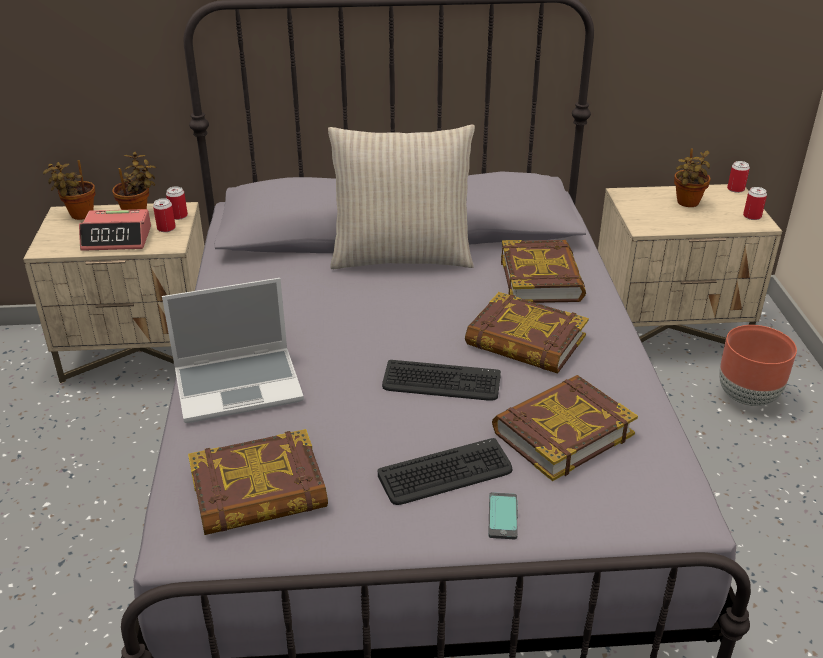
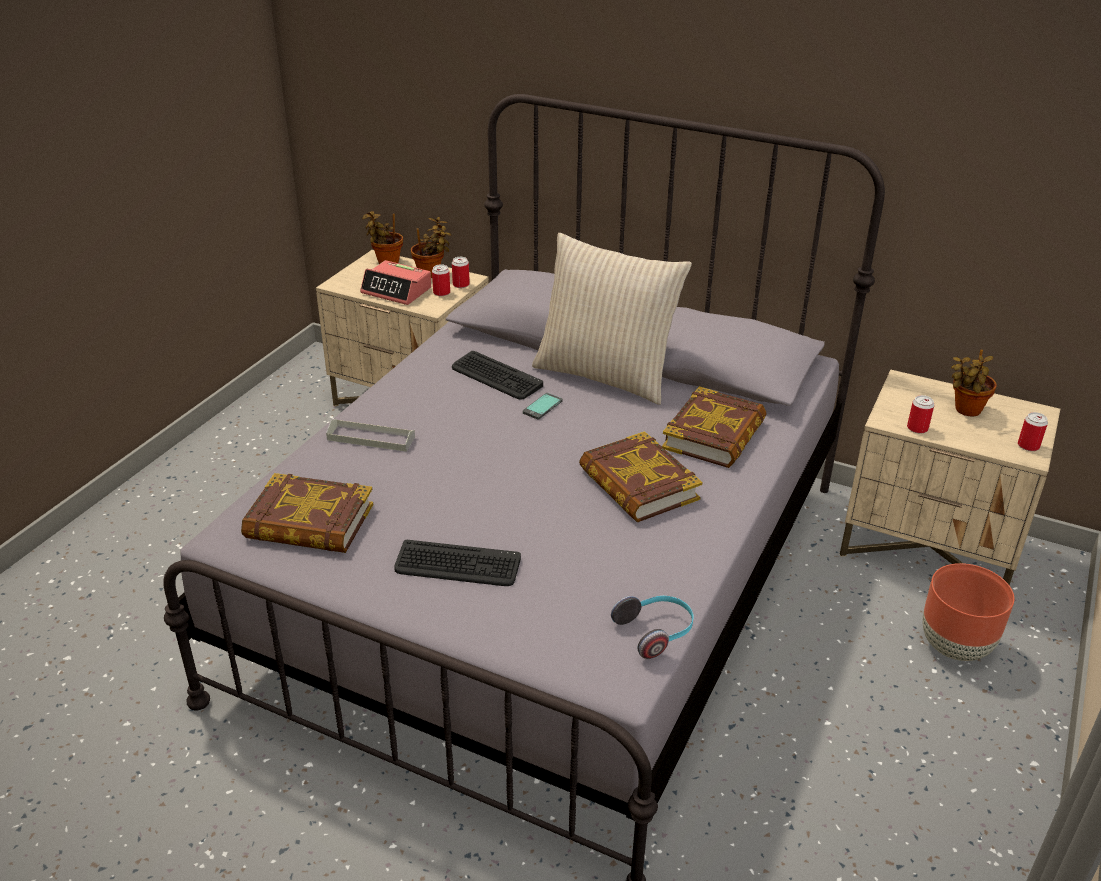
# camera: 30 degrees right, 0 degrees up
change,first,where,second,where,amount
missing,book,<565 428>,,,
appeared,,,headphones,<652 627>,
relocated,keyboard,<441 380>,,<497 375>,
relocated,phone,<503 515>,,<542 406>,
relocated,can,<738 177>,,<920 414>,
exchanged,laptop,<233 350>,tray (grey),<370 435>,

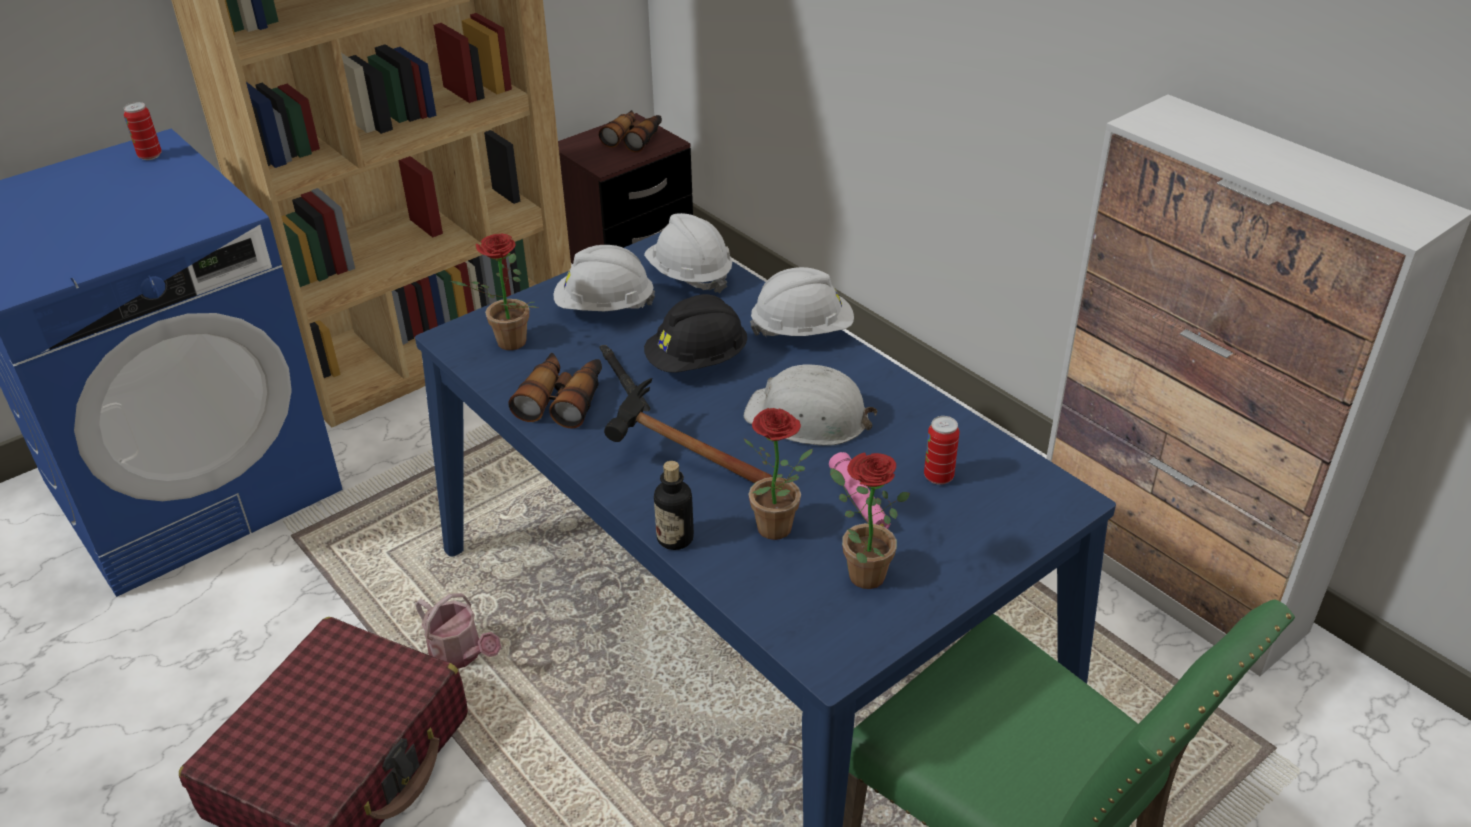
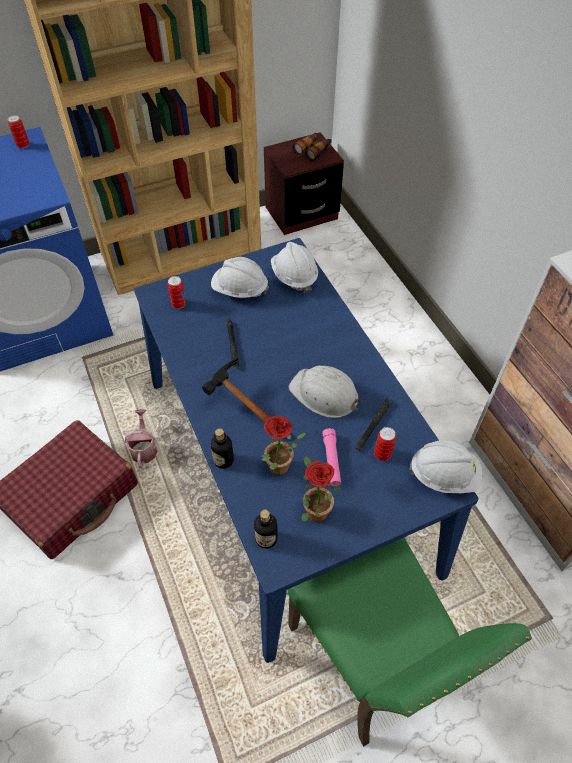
# camera: 15 degrees right, 15 degrees up
change,first,where,second,where,amount
missing,binoculars,<555 390>,,,
missing,hard hat (black),<695 333>,,,
appeared,,,bottle,<266 529>,
appeared,,,flashlight (black),<373 424>,
relocated,hard hat (white),<802 302>,,<446 466>,
exchanged,potted plant,<494 292>,can,<176 292>,
spun,watering can,<458 631>,,<140 438>,150 degrees counterclockwise

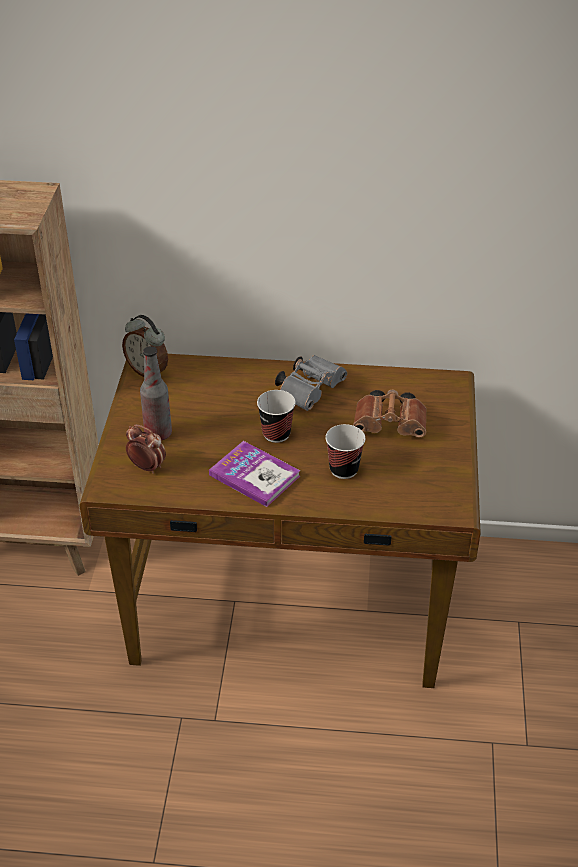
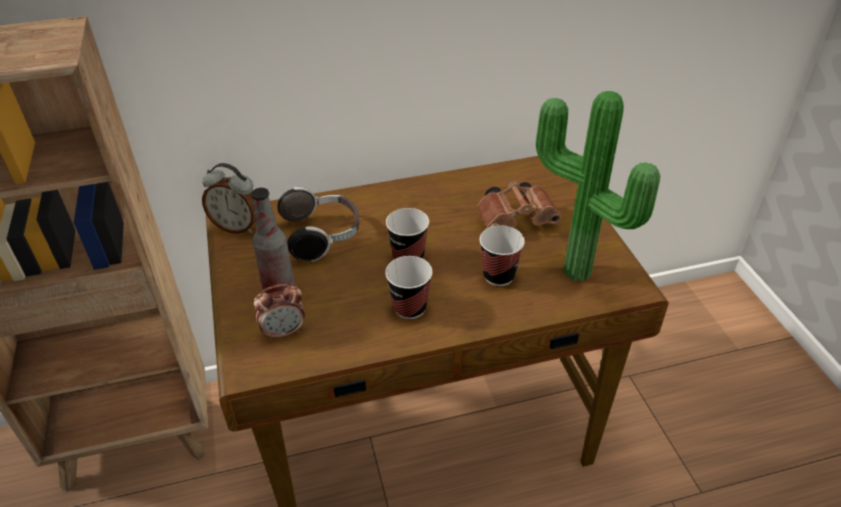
# camera: 20 degrees left, 0 degrees up
change,first,where,second,where,amount
missing,binoculars (grey),<311 383>,,,
appeared,,,headphones,<318 224>,
appeared,,,potted plant,<598 186>,
exchanged,book,<254 474>,cup,<408 287>,
spun,alarm clock,<146 449>,,<279 312>,150 degrees clockwise

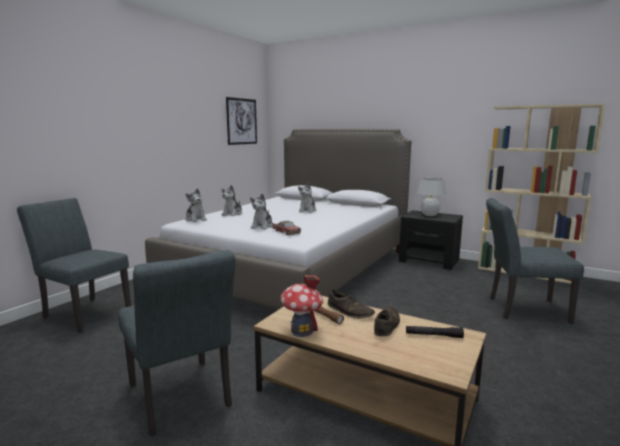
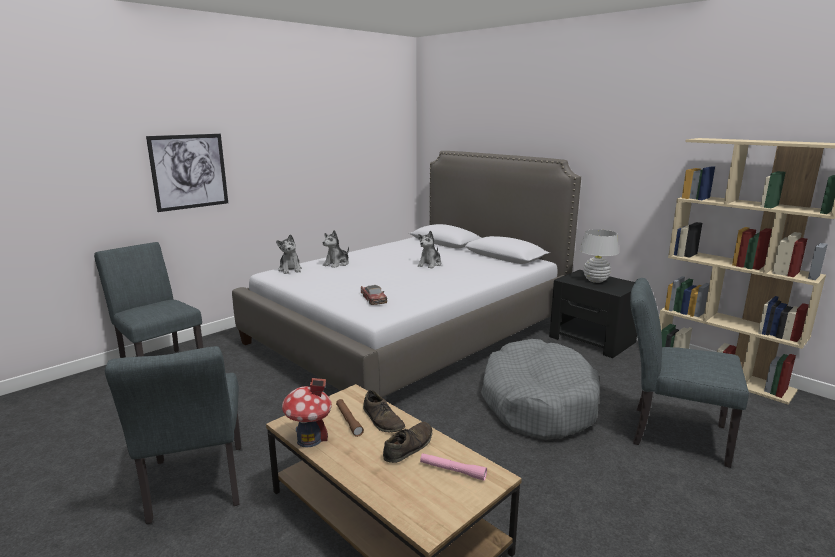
# camera: 15 degrees right, 5 degrees up
change,first,where,second,where,amount
missing,plush toy,<261 211>,,,
appeared,,,dog bed (grey),<540 389>,
relocated,picture,<241 121>,,<187 173>,
colour,flashlight (black),<435 332>,flashlight (pink),<453 467>,

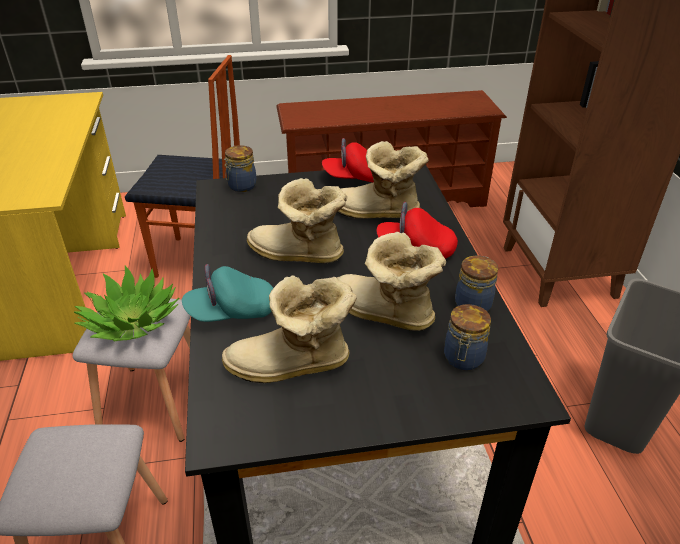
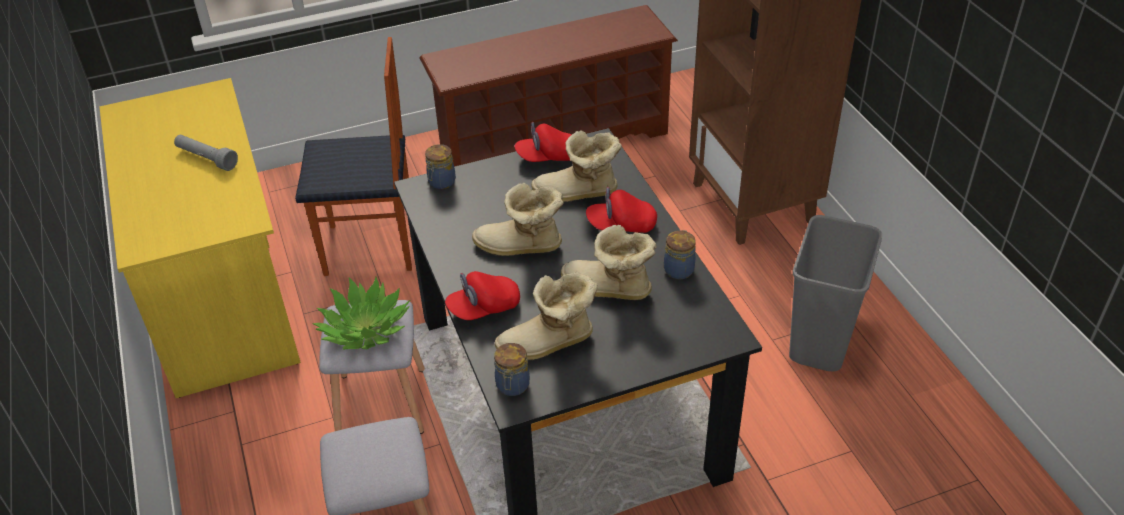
# camera: 10 degrees left, 5 degrees up
change,first,where,second,where,amount
appeared,,,flashlight (grey),<206 153>,
relocated,jar,<467 337>,,<512 369>,
colour,cap (turquoise),<227 293>,cap (red),<482 295>,

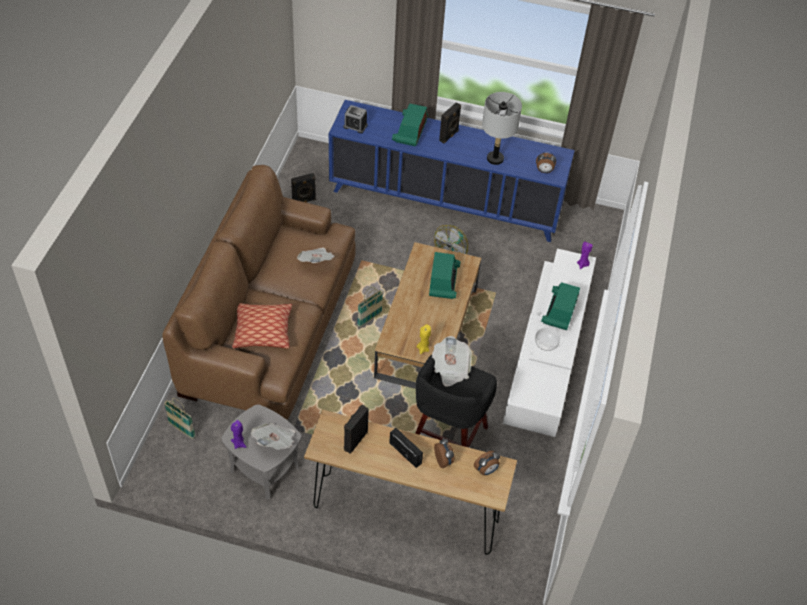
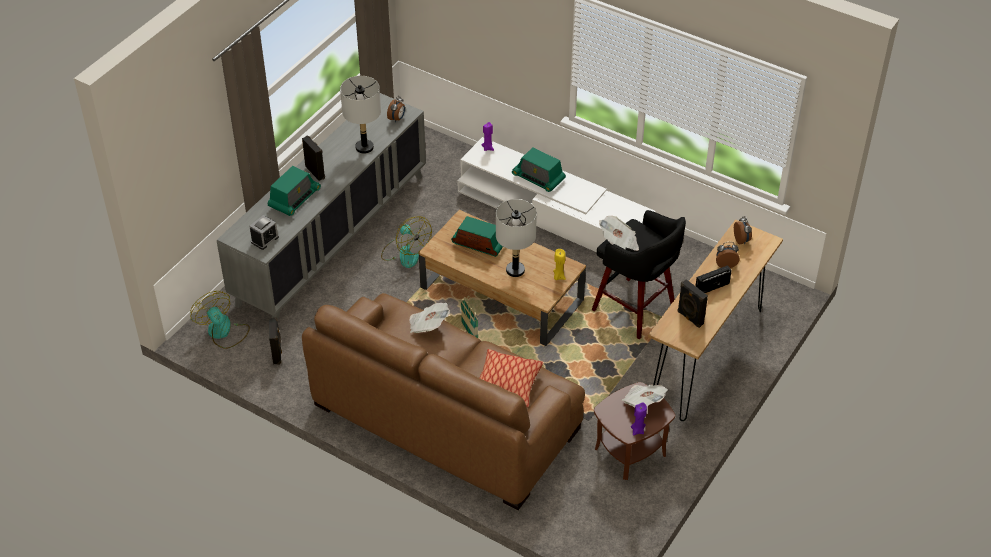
# camera: 70 degrees left, 5 degrees down
change,first,where,second,where,amount
missing,basket,<180 418>,,,
missing,bowl,<547 339>,,,
appeared,,,fan,<220 320>,
appeared,,,table lamp (grey),<516 238>,
colour,side table (grey),<261 451>,side table (brown),<634 431>,
colour,cabinet (blue),<452 171>,cabinet (grey),<321 206>,
spun,radio,<410 124>,,<294 191>,90 degrees counterclockwise

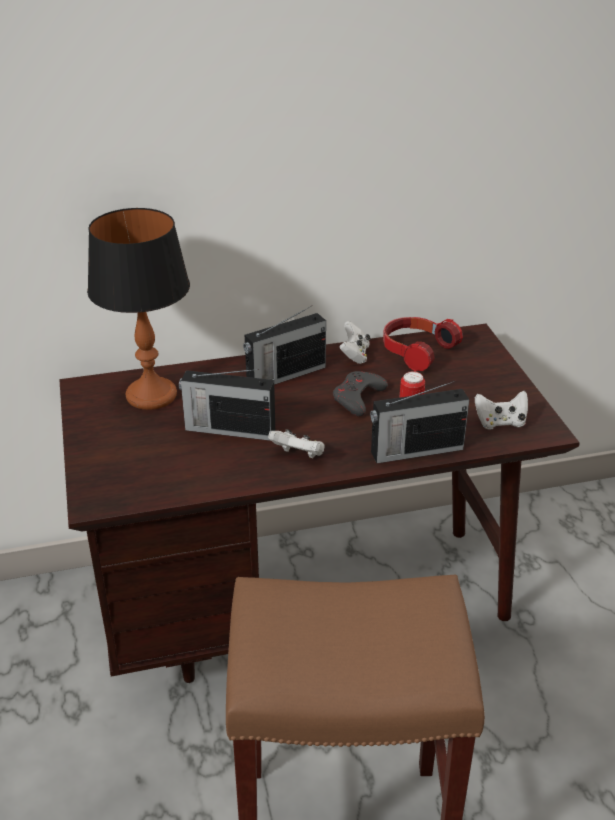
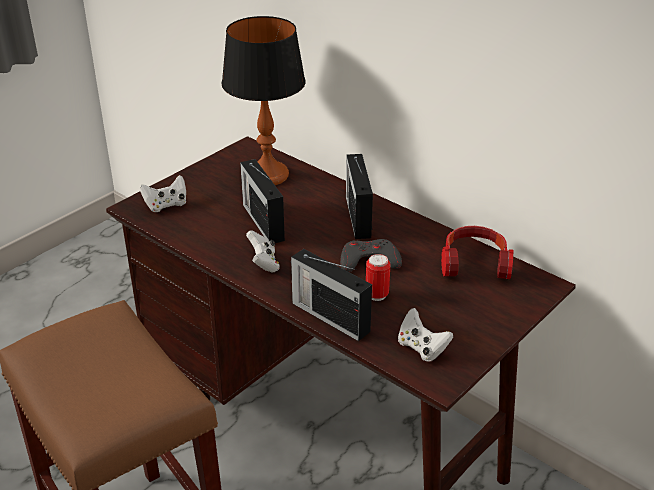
# camera: 55 degrees right, 0 degrees up
change,first,where,second,where,amount
relocated,game controller (white),<354 342>,,<163 193>,
spun,radio,<284 345>,,<359 196>,60 degrees clockwise

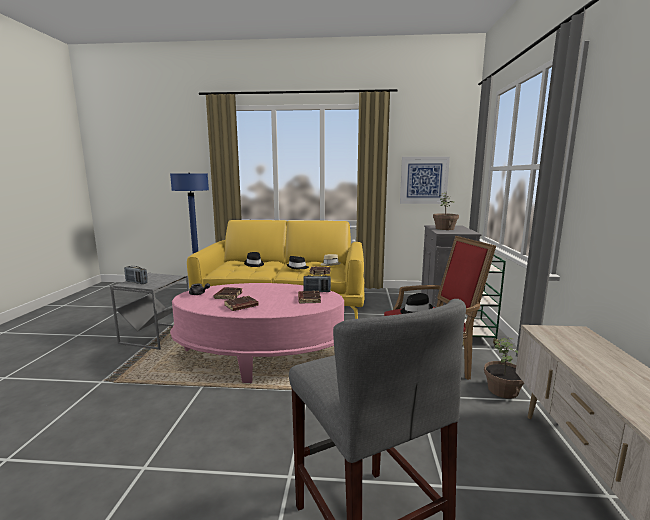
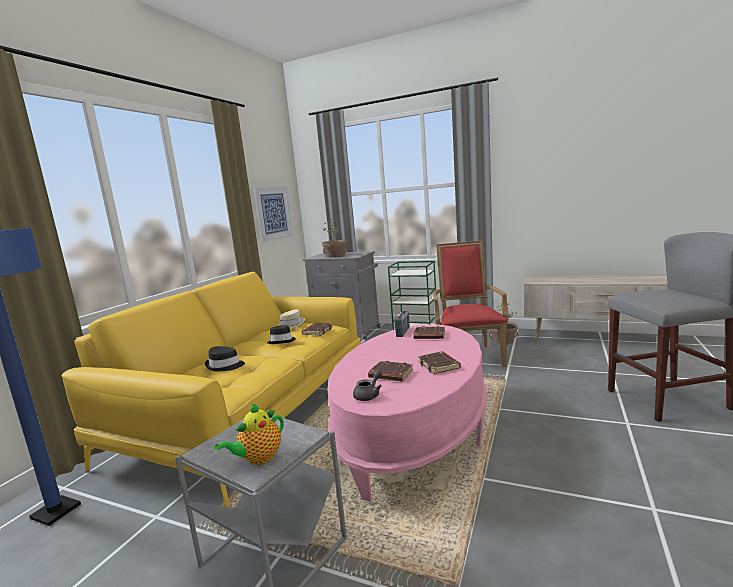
# camera: 70 degrees left, 0 degrees up
change,first,where,second,where,amount
missing,hat (black),<416 303>,,,
exchanged,radio,<136 275>,teapot,<249 434>,

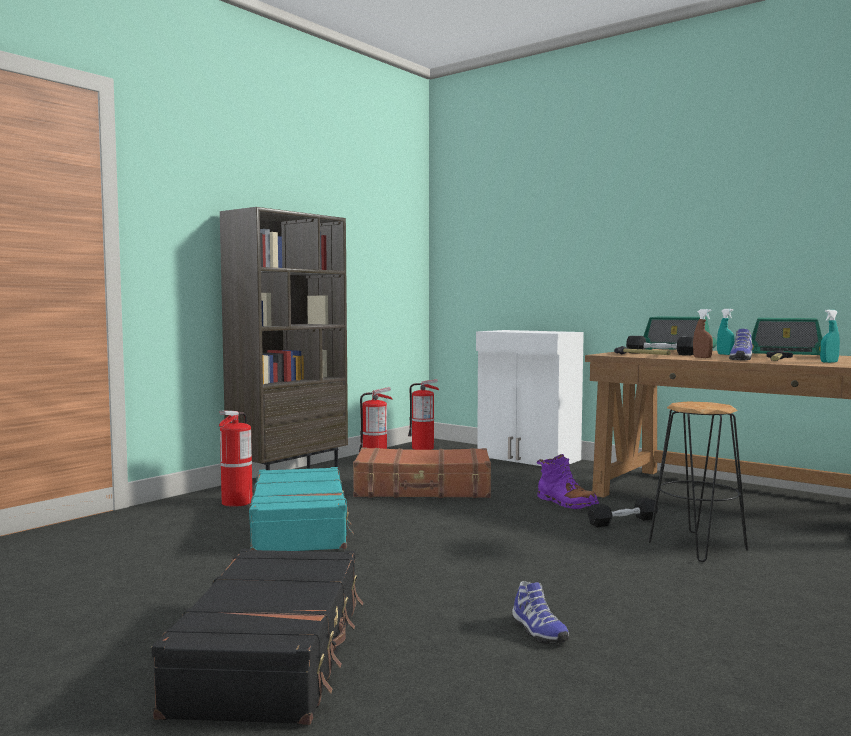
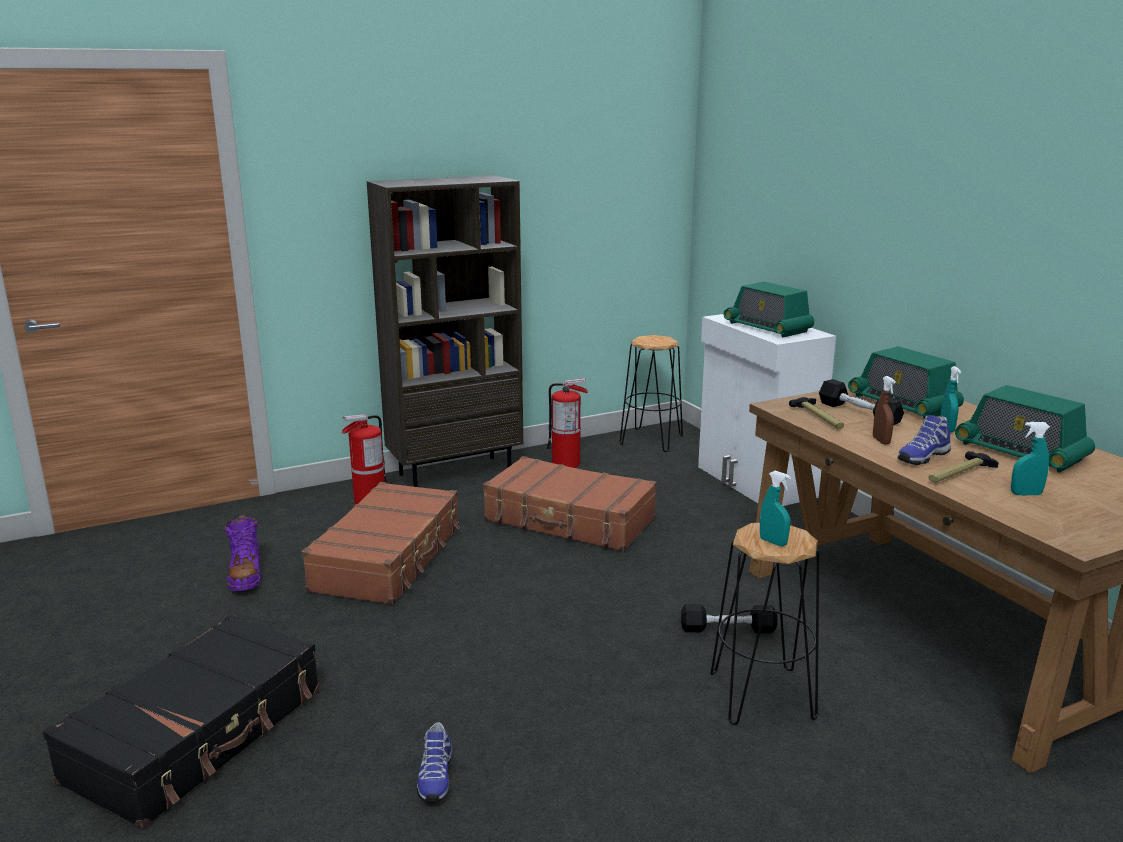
# camera: 25 degrees right, 15 degrees up
change,first,where,second,where,amount
appeared,,,radio,<769 309>,
appeared,,,spray bottle (turquoise),<775 509>,
relocated,boot (purple),<568 481>,,<242 552>,
exchanged,fire extinguisher,<423 414>,stool (black),<651 393>,
colour,suitcase (turquoise),<301 509>,suitcase (brown),<381 543>,

